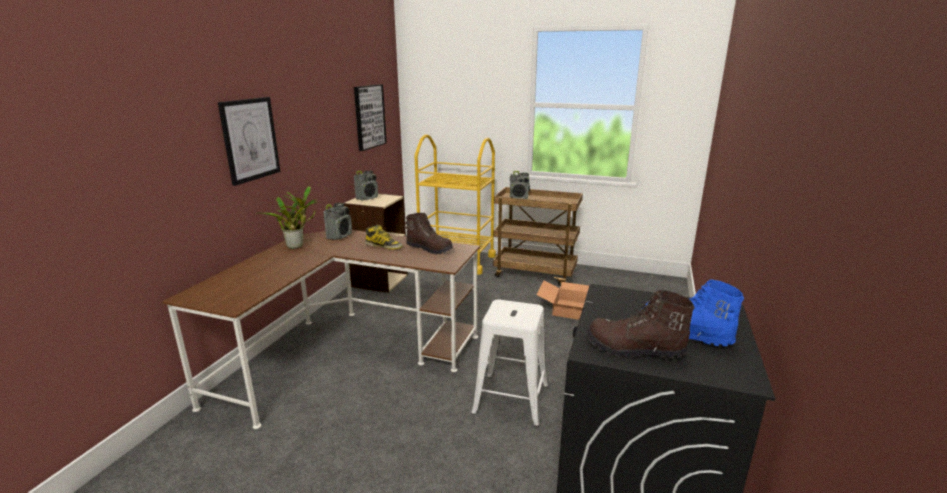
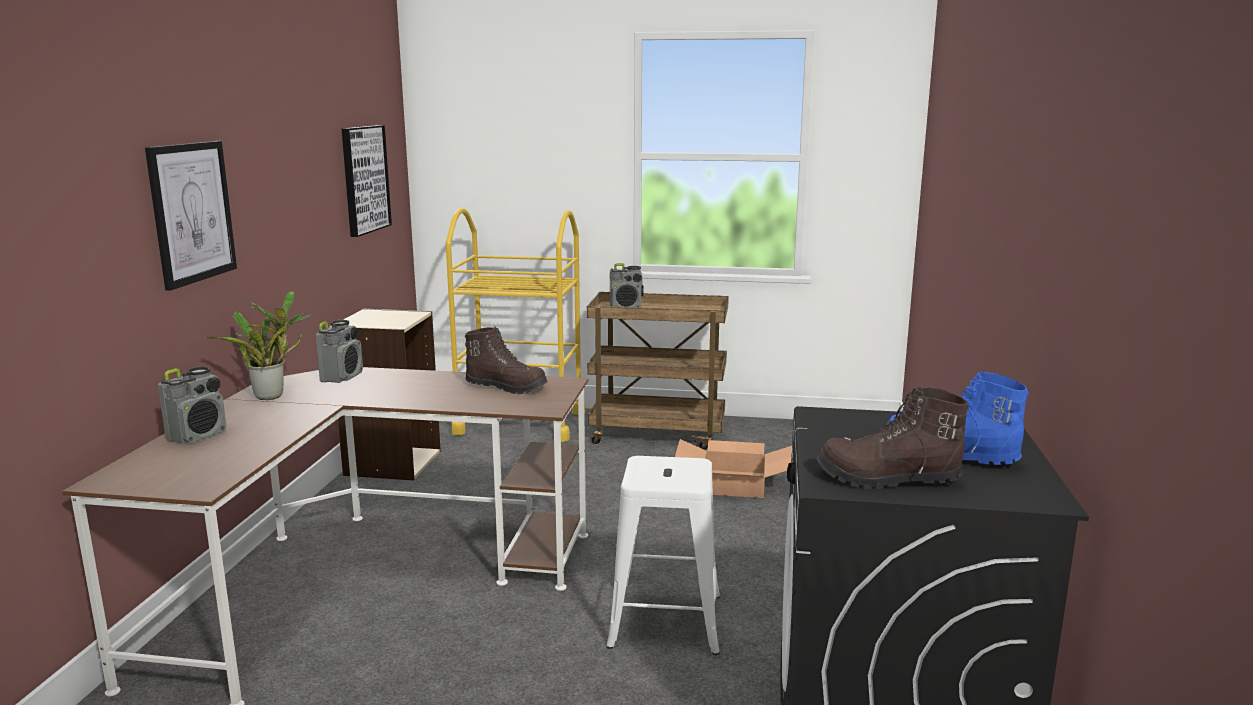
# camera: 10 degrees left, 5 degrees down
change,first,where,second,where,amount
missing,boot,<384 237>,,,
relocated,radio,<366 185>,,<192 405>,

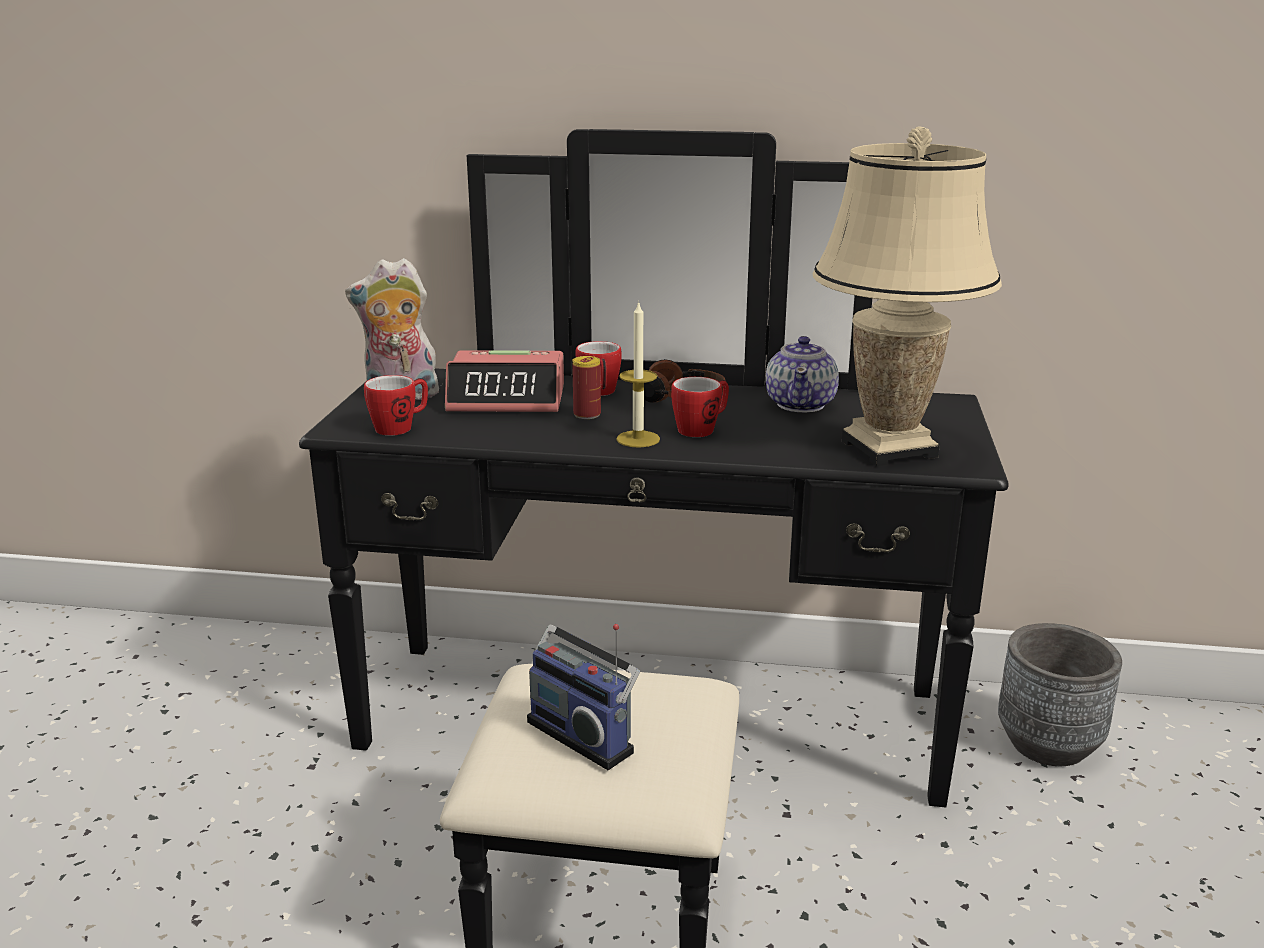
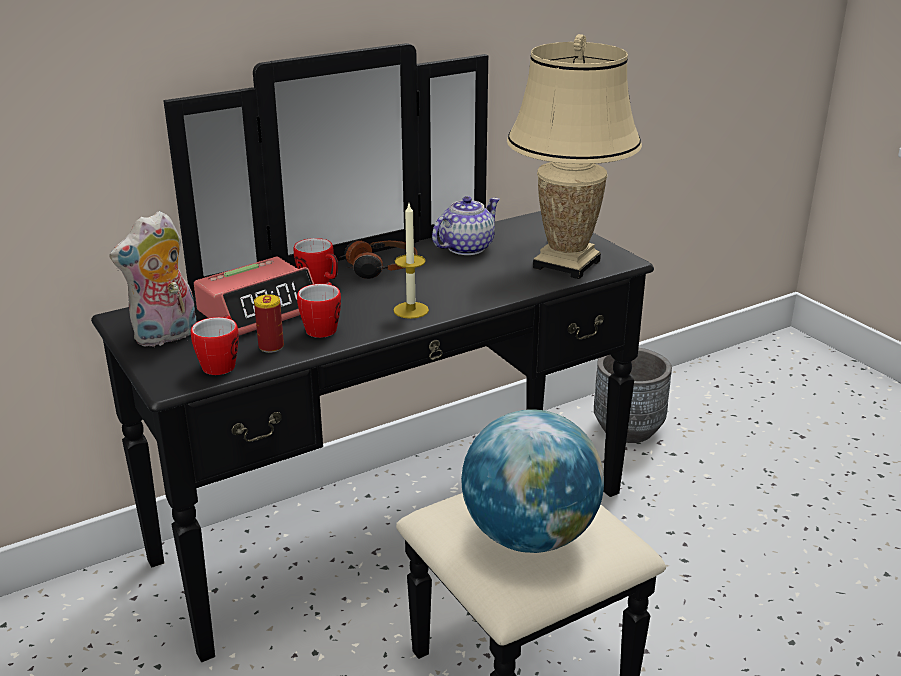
# camera: 40 degrees left, 5 degrees up
change,first,where,second,where,amount
relocated,can,<586 387>,,<269 323>,
relocated,mug,<700 407>,,<319 310>,
exchanged,radio,<583 697>,globe,<532 481>,
spun,teapot,<802 374>,,<466 225>,105 degrees counterclockwise

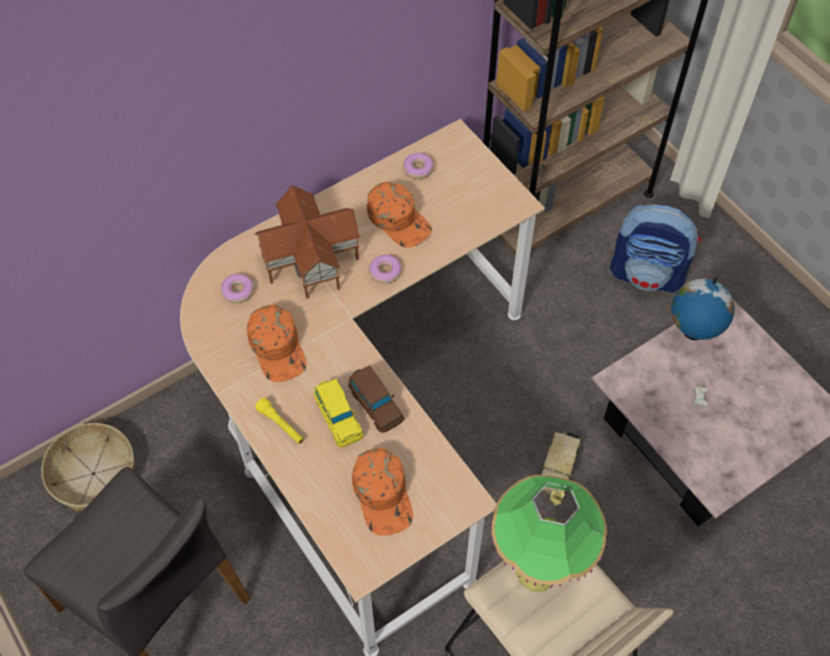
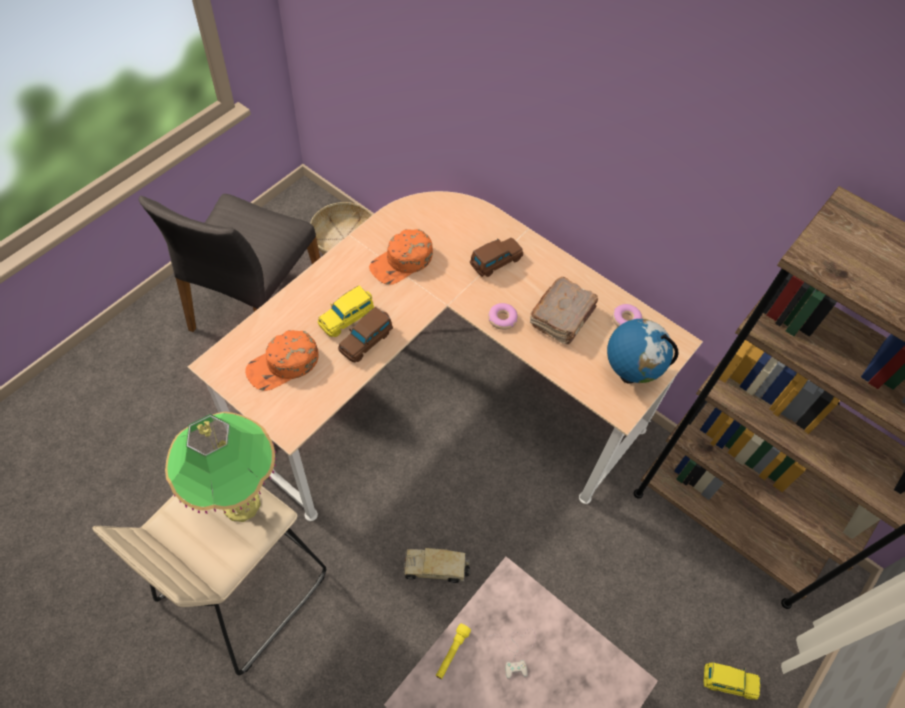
# camera: 70 degrees right, 0 degrees up
change,first,where,second,where,amount
missing,donut,<237 288>,,,
missing,backpack,<655 248>,,,
appeared,,,toy car (yellow),<732 681>,
relocated,flashlight (yellow),<279 421>,,<453 651>,
relocated,globe,<703 308>,,<643 351>,
exchanged,toy house,<307 241>,toy car (brown),<496 257>,
exchanged,cap (orange),<399 214>,book (brown),<564 310>,

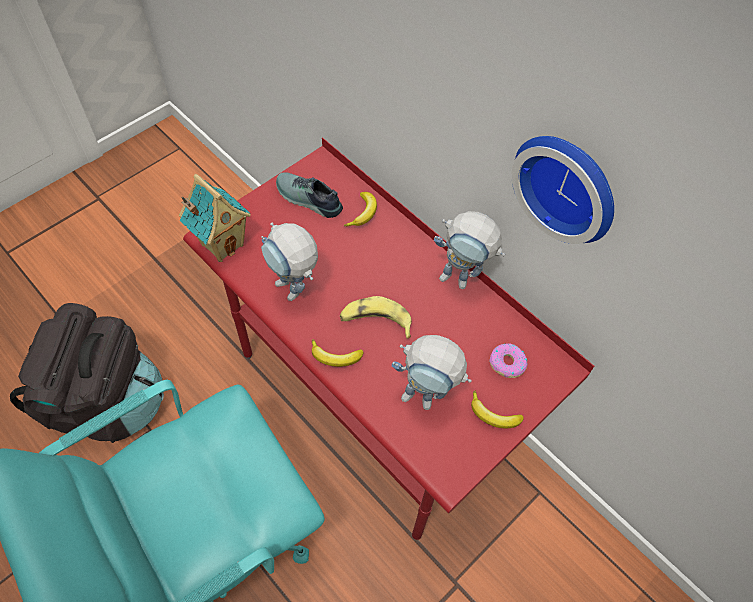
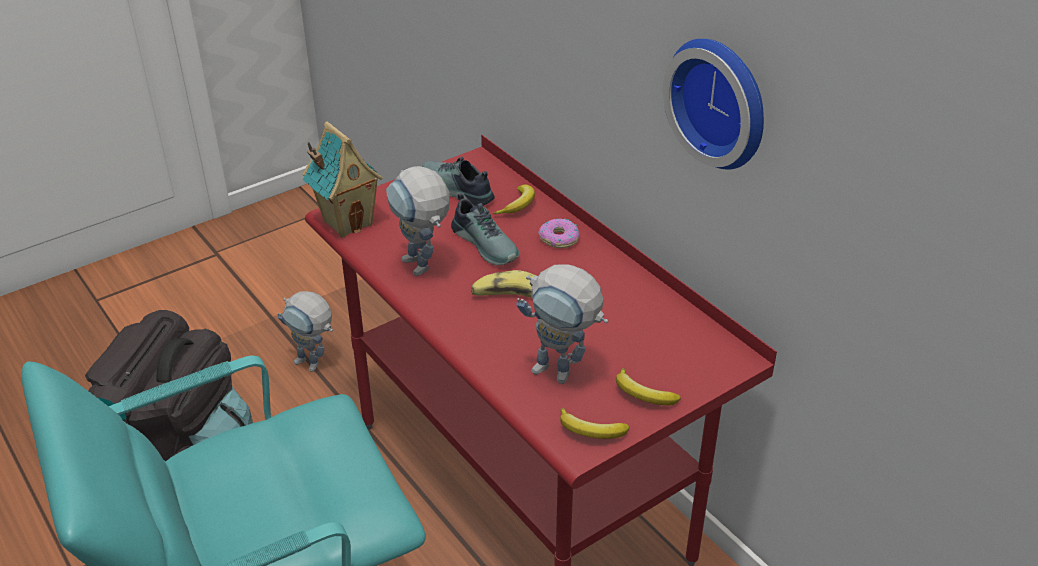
# camera: 10 degrees right, 20 degrees down
change,first,where,second,where,amount
appeared,,,shoe,<485 229>,
relocated,banana,<337 353>,,<594 423>,
relocated,toy robot,<469 250>,,<305 331>,
relocated,donut,<508 360>,,<558 233>,

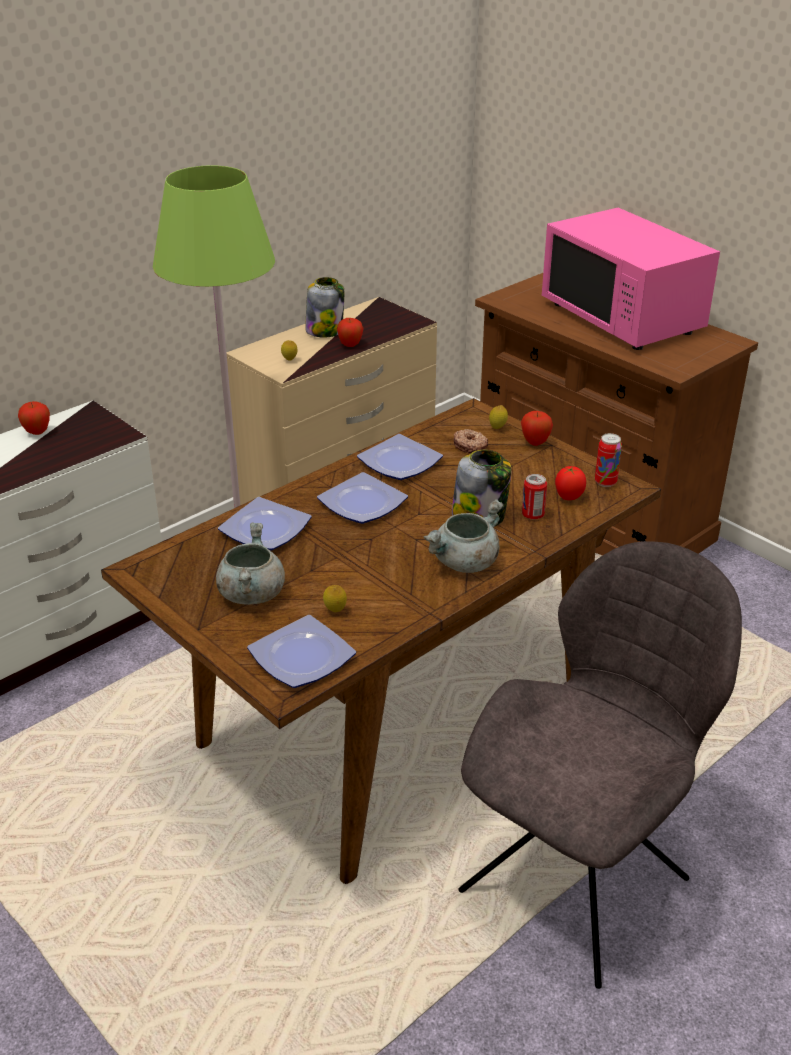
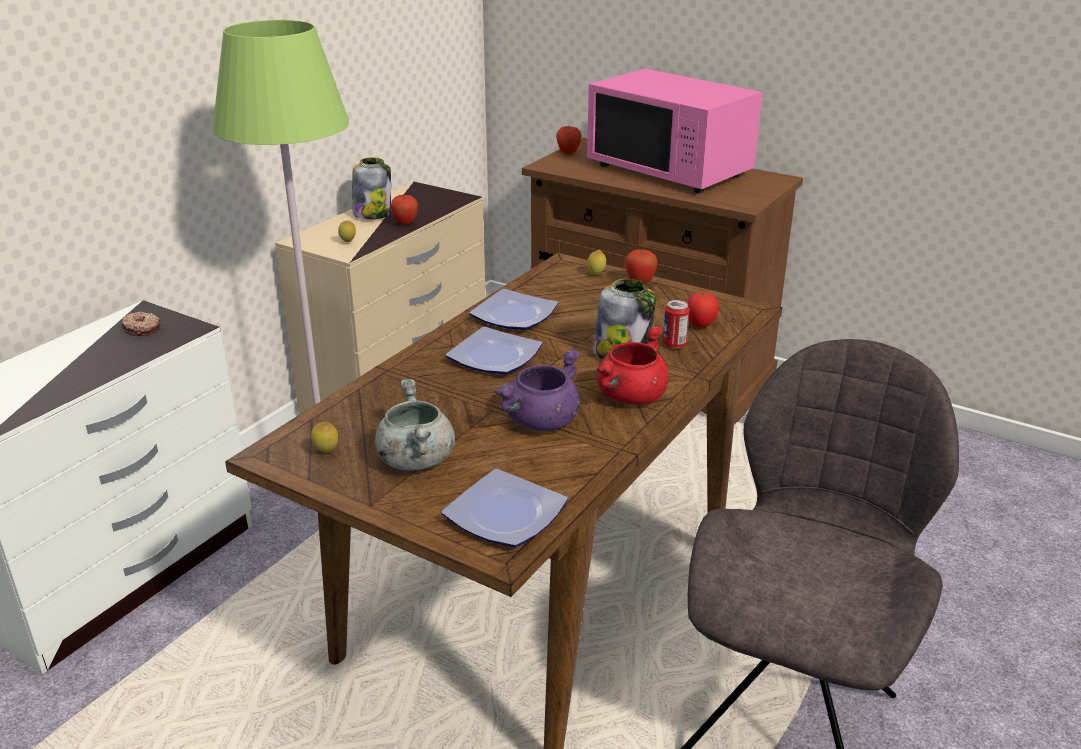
# camera: 15 degrees left, 5 degrees down
change,first,where,second,where,amount
missing,plate,<265 524>,,,
missing,can,<608 460>,,,
appeared,,,cooking pot (purple),<537 389>,
relocated,apple,<34 418>,,<569 139>,
relocated,lemon,<335 598>,,<324 437>,
relocated,donut,<471 441>,,<141 324>,
colour,cooking pot (grey),<463 536>,cooking pot (red),<632 364>,

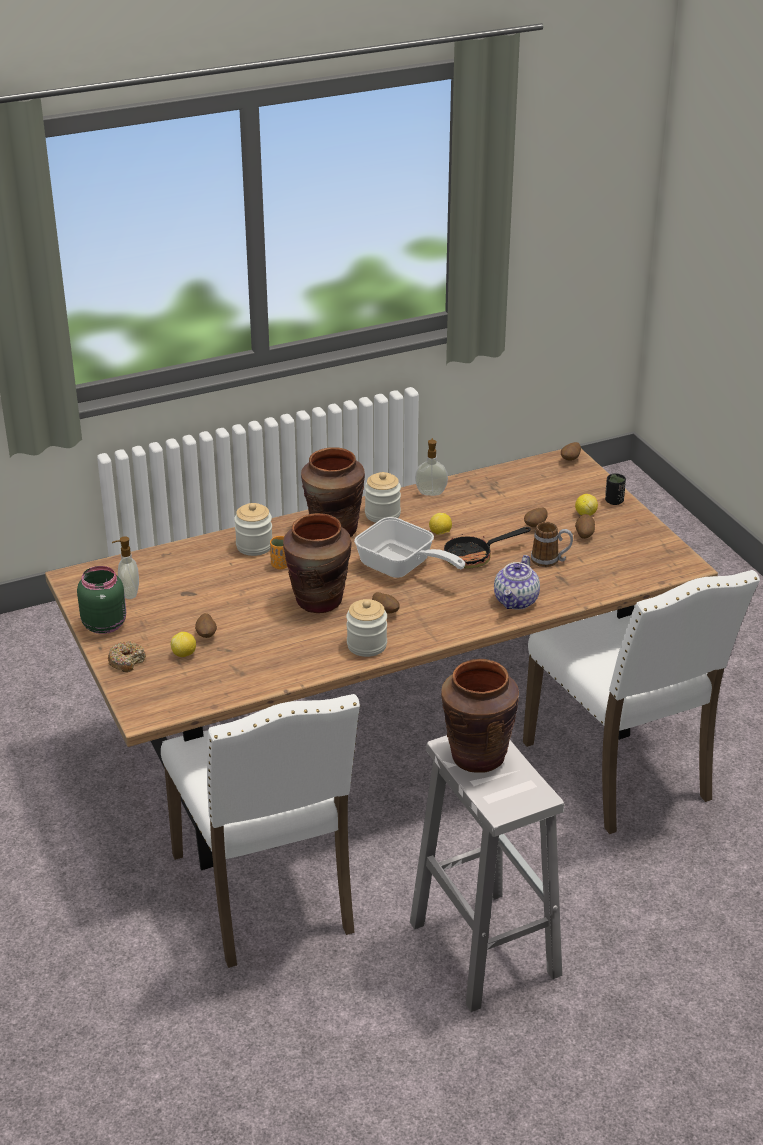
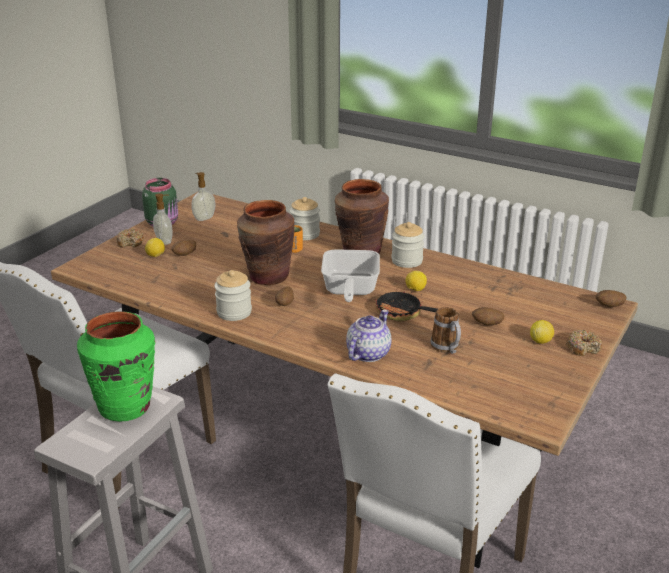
# camera: 55 degrees right, 5 degrees down
change,first,where,second,where,amount
missing,potato,<585 526>,,,
relocated,soap dispenser,<431 467>,,<162 219>,
exchanged,cup (black),<615 489>,donut,<584 343>,
colour,vase (brown),<480 716>,vase (green),<116 366>,
spun,teapot,<517 582>,,<368 336>,135 degrees clockwise

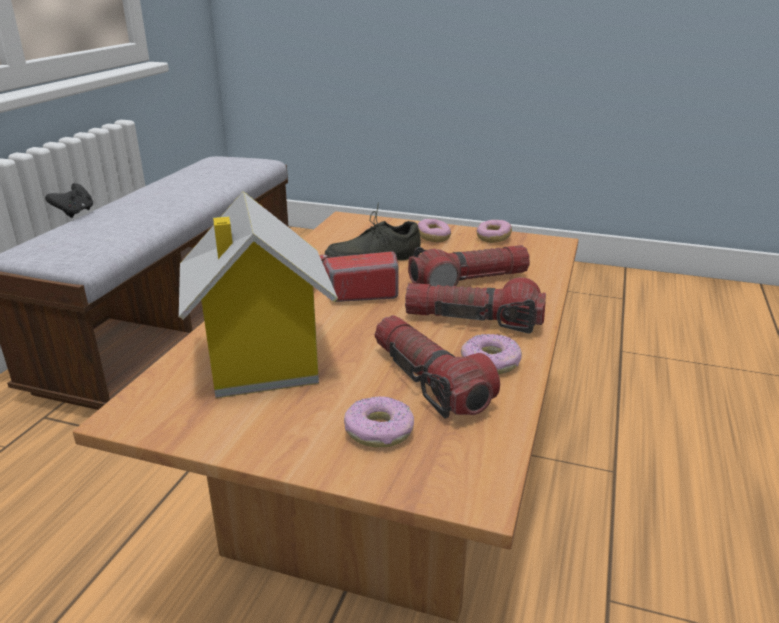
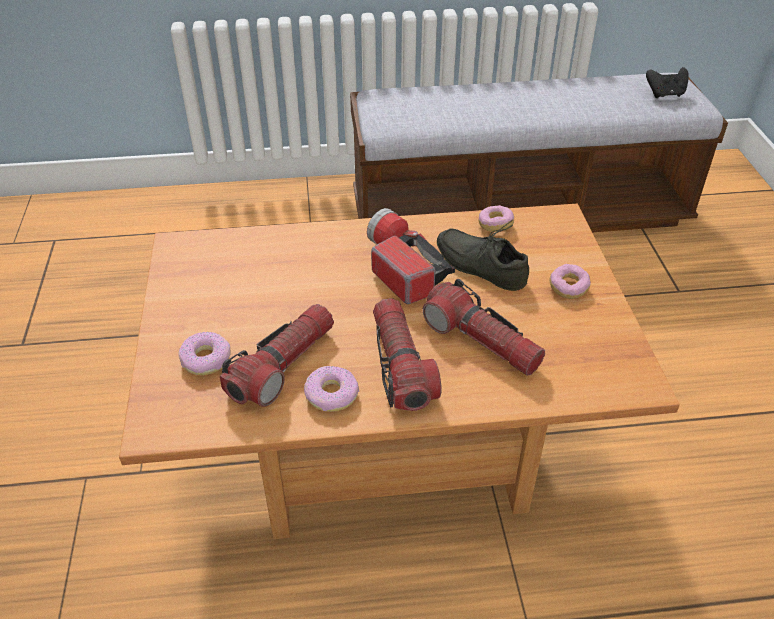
# camera: 65 degrees right, 15 degrees up
change,first,where,second,where,amount
missing,toy house,<258 294>,,,
relocated,game controller (black),<69 200>,,<667 82>,
relocated,donut,<494 231>,,<496 218>,

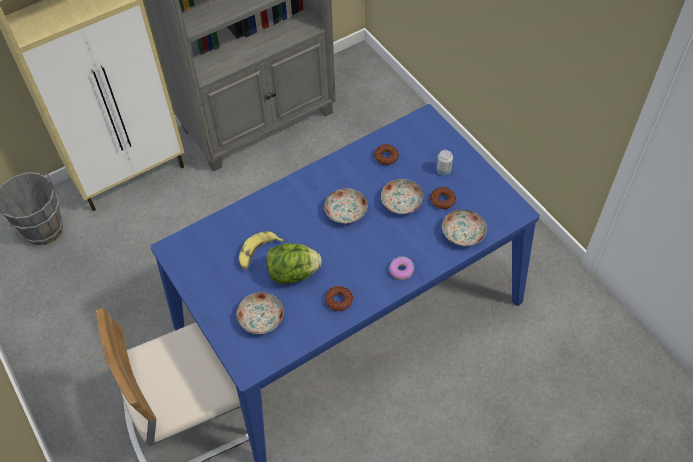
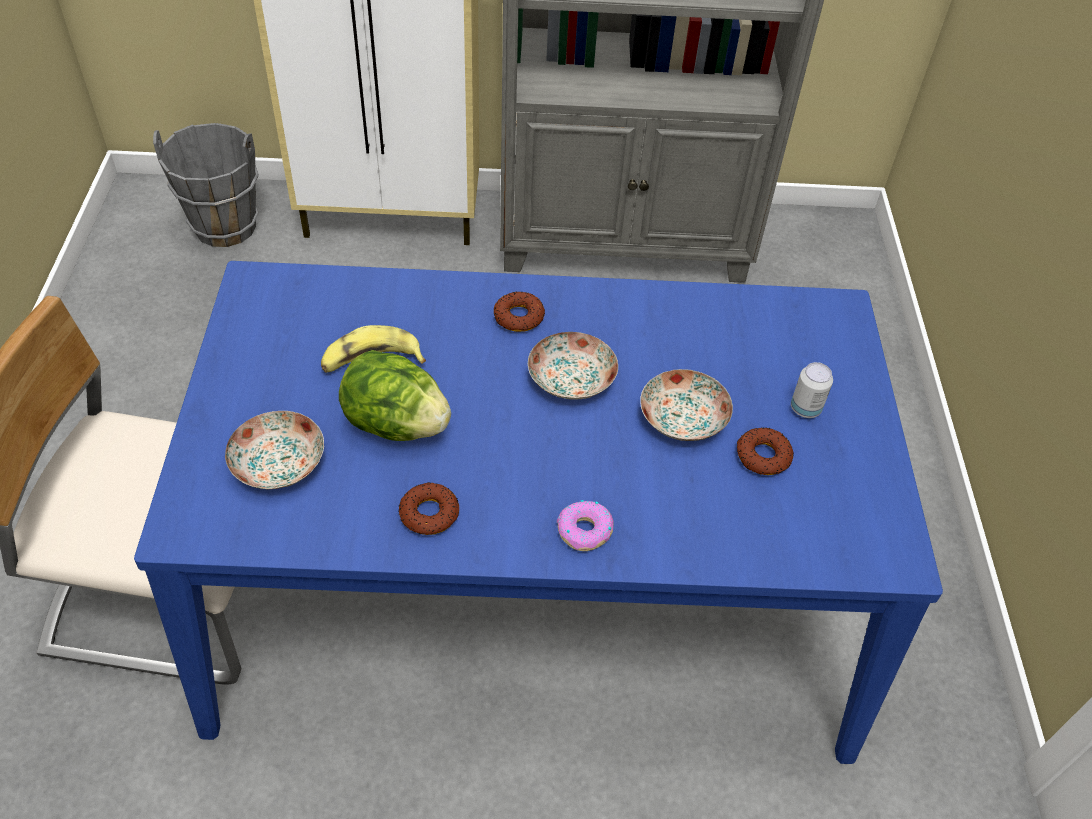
# camera: 30 degrees right, 5 degrees down
change,first,where,second,where,amount
missing,plate,<464 228>,,,
relocated,donut,<386 154>,,<519 312>,

